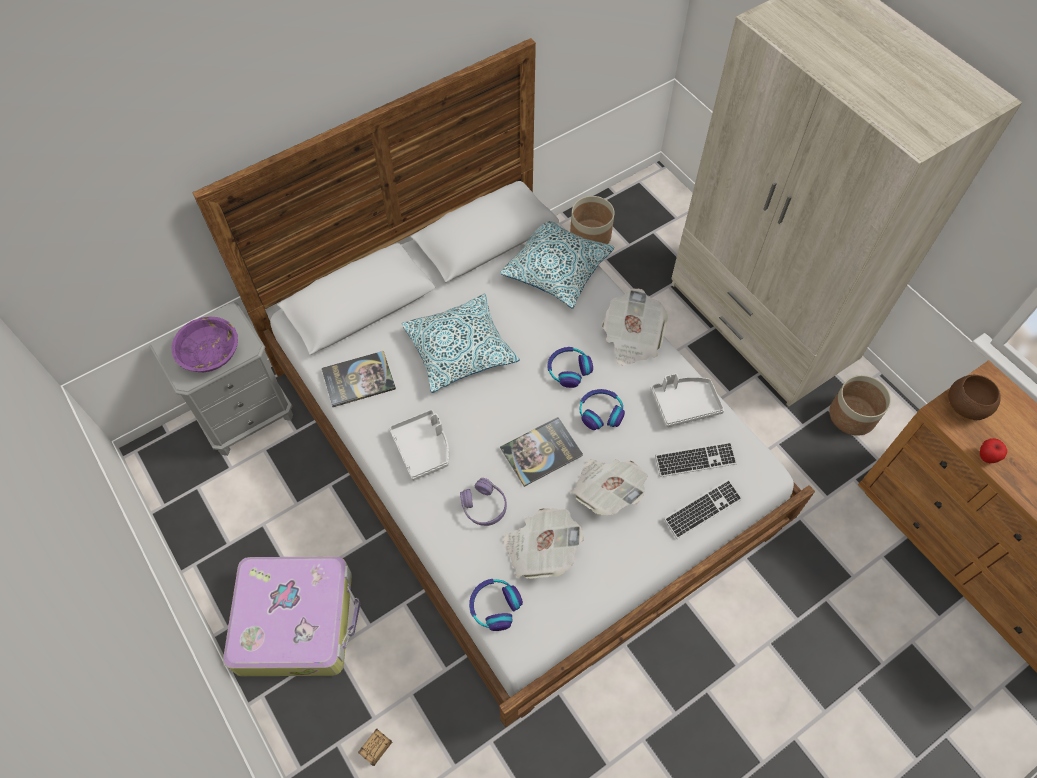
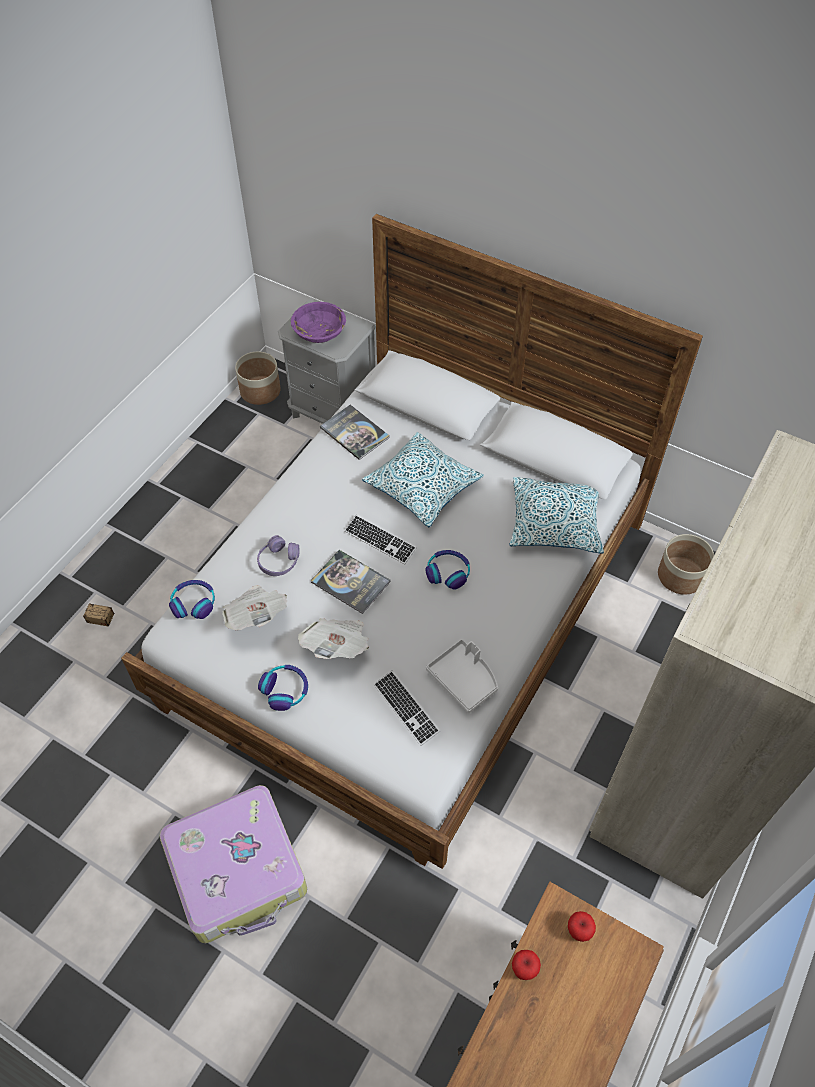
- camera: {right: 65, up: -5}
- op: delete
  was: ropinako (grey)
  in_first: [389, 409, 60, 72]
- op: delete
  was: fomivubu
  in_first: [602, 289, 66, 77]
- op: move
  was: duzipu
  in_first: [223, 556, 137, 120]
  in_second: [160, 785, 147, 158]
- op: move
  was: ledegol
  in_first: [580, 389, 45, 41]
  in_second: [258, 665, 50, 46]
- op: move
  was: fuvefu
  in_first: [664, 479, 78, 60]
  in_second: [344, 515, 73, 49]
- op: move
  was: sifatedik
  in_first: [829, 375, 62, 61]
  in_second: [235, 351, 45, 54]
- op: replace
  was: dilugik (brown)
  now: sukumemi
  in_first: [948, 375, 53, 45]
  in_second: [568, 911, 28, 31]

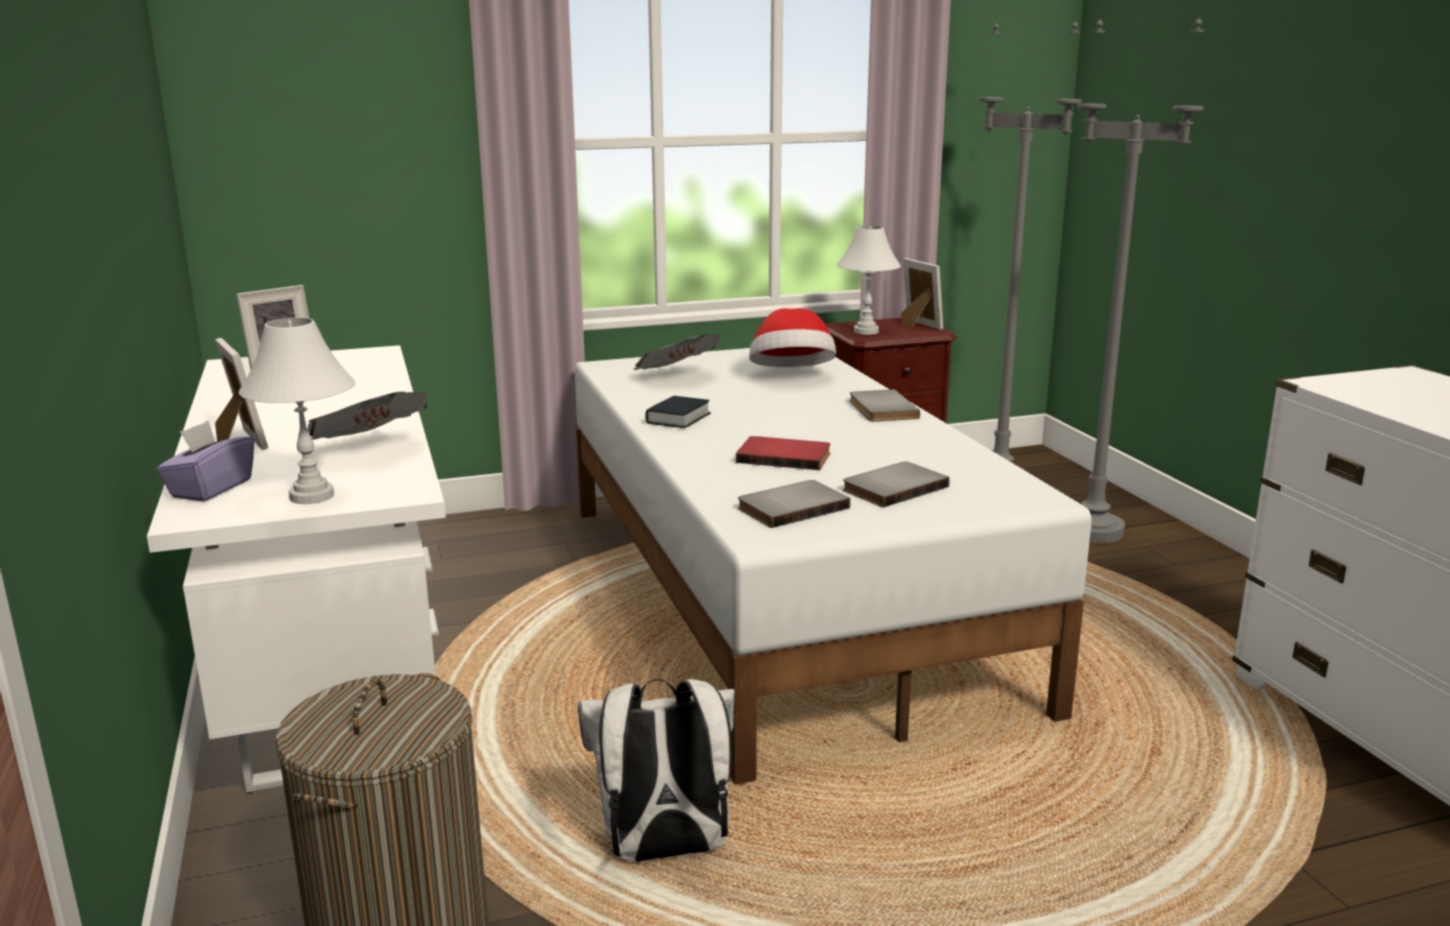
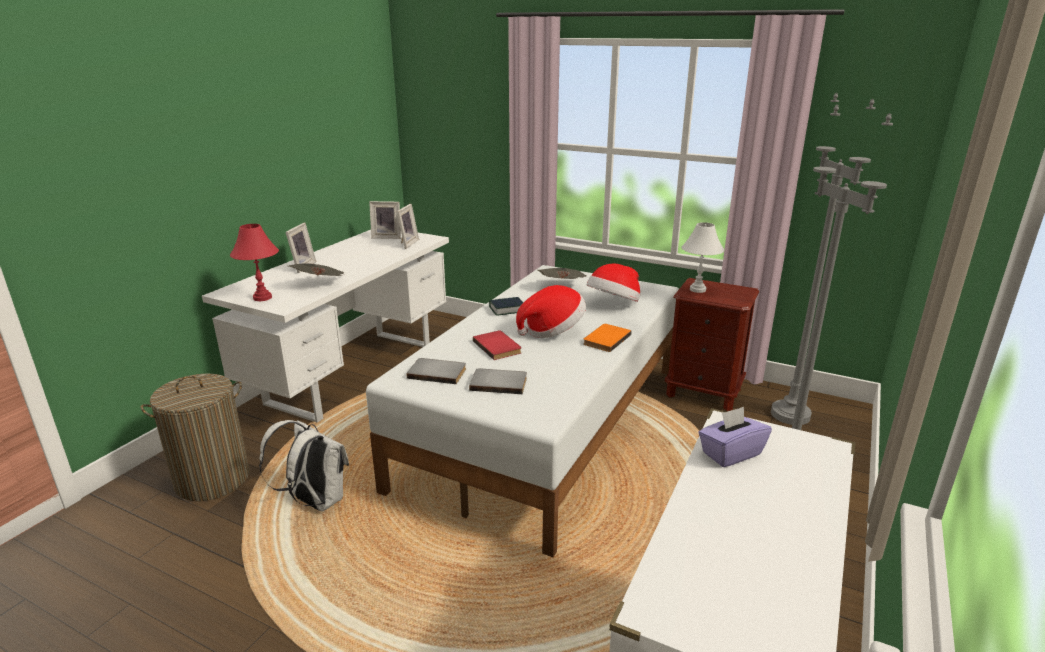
- camera: {right: 45, up: 5}
- op: insert
  now: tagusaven
  in_second: [516, 285, 70, 53]
- op: move
  was: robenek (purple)
  in_first: [156, 421, 98, 81]
  in_second: [698, 407, 74, 60]
- op: move
  was: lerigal
  in_first: [900, 258, 43, 72]
  in_second: [397, 204, 22, 45]
- op: recolor
  was: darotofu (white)
  now: darotofu (red)
  in_first: [239, 318, 116, 186]
  in_second: [230, 224, 49, 77]
- op: recolor
  was: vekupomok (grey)
  now: vekupomok (orange)
  in_first: [849, 389, 71, 33]
  in_second: [583, 324, 48, 28]

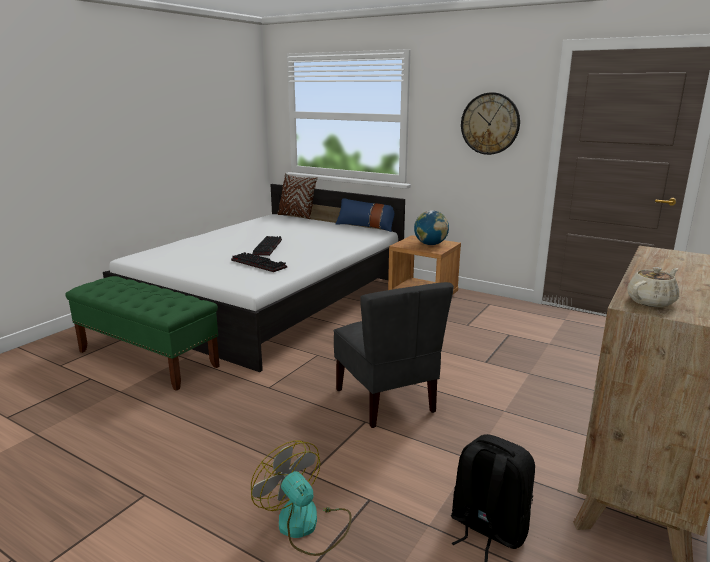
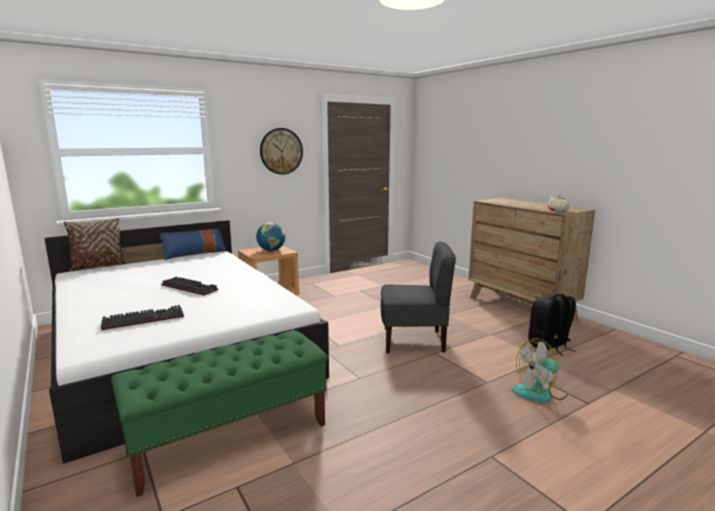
- camera: {right: -65, up: -5}
- op: move
  was: fuvefu
  in_first: [231, 252, 56, 20]
  in_second: [101, 305, 83, 25]

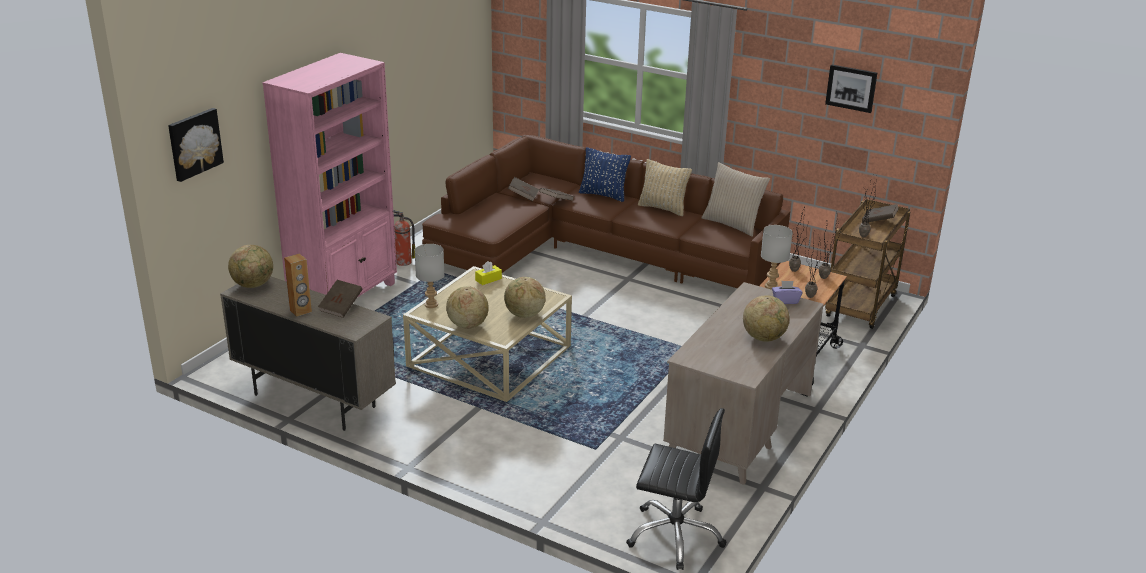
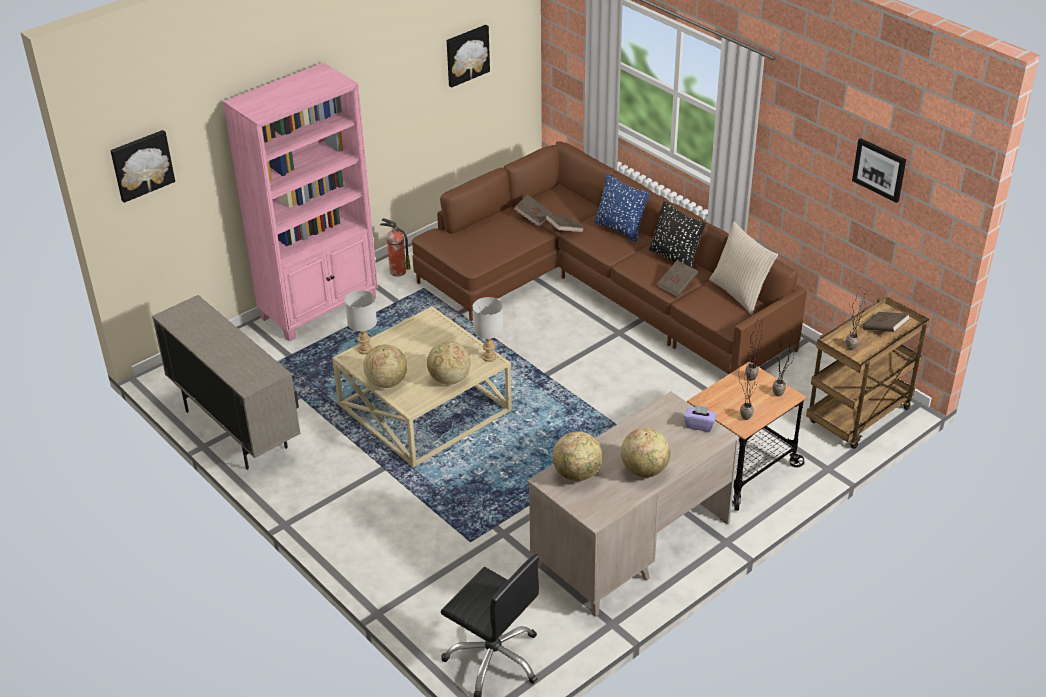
- camera: {right: 20, up: 10}
- op: delete
  was: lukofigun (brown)
  in_first: [284, 254, 28, 63]
- op: delete
  was: robenek (yellow)
  in_first: [475, 261, 27, 24]
- op: insert
  now: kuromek
  in_second: [447, 25, 43, 62]
- op: move
  was: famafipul
  in_first: [228, 245, 45, 43]
  in_second: [553, 431, 49, 50]
- op: move
  was: vekupomok (brown)
  in_first: [318, 280, 45, 38]
  in_second: [657, 260, 41, 37]
- op: move
  was: darotofu (grey)
  in_first: [761, 225, 32, 65]
  in_second: [473, 297, 30, 65]
- op: recolor
  was: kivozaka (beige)
  now: kivozaka (black)
  in_first: [638, 159, 54, 57]
  in_second: [649, 201, 57, 66]

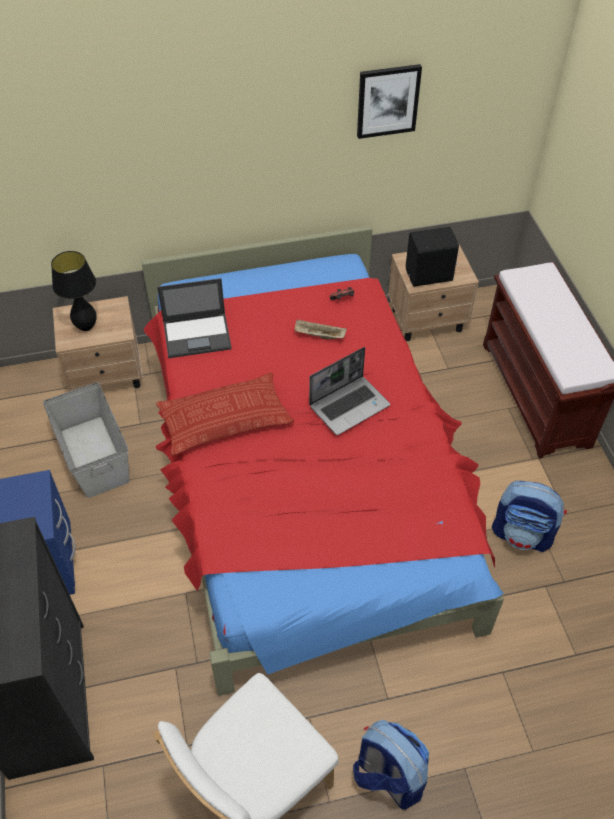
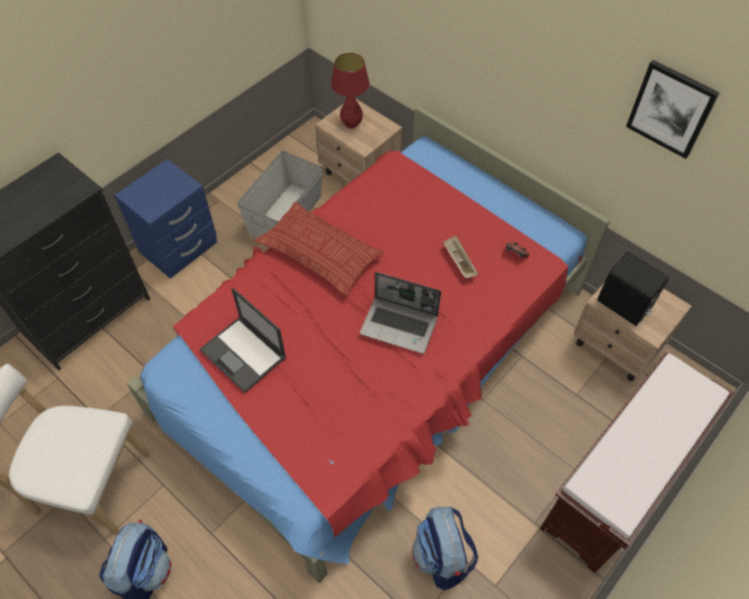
- camera: {right: 55, up: 5}
- op: move
  was: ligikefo
  in_first: [157, 278, 75, 80]
  in_second: [200, 287, 86, 106]
- op: recolor
  was: darotofu (black)
  now: darotofu (red)
  in_first: [51, 251, 46, 80]
  in_second: [331, 53, 39, 76]

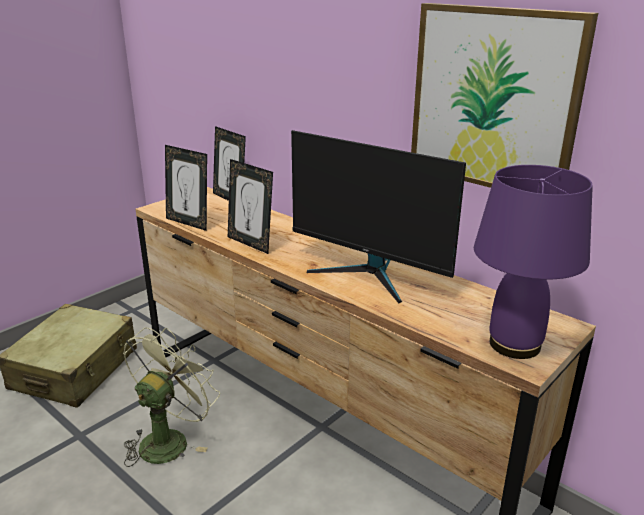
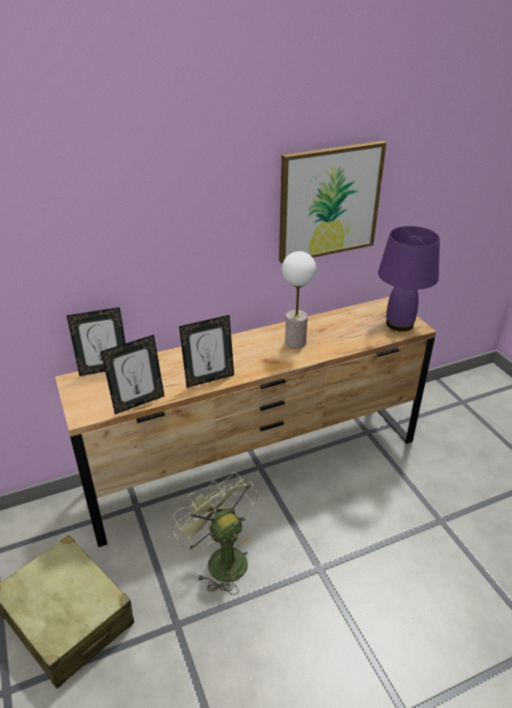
- camera: {right: -65, up: 10}
- op: replace
  was: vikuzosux
  now: darotofu
  in_first: [291, 130, 175, 173]
  in_second: [282, 251, 34, 98]

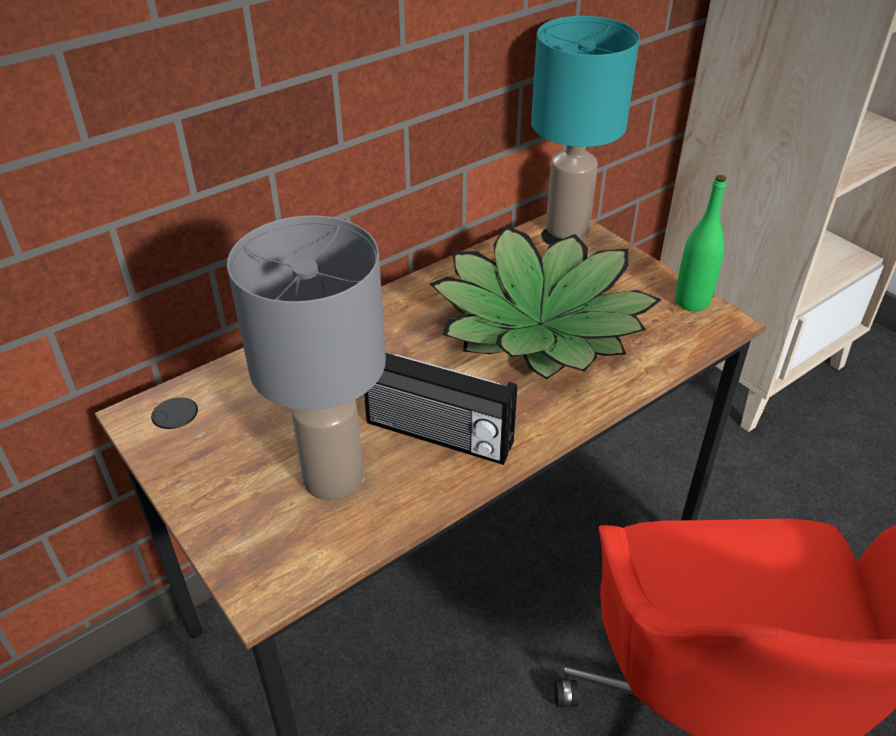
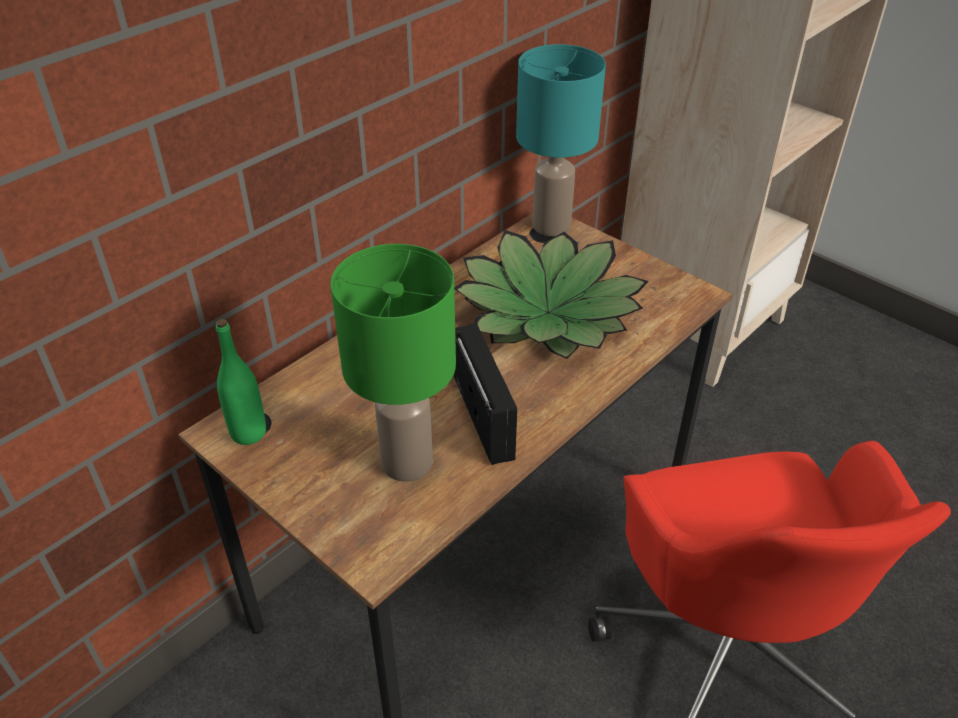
- camera: {right: -10, up: 0}
- op: move
  was: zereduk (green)
  in_first: [675, 175, 52, 136]
  in_second: [216, 319, 50, 126]
- op: recolor
  was: darotofu (grey)
  now: darotofu (green)
  in_first: [227, 216, 159, 284]
  in_second: [330, 244, 126, 238]
- op: rotate
  was: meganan
  in_first: [364, 353, 153, 112]
  in_second: [454, 323, 63, 142]
  clockwise: -120

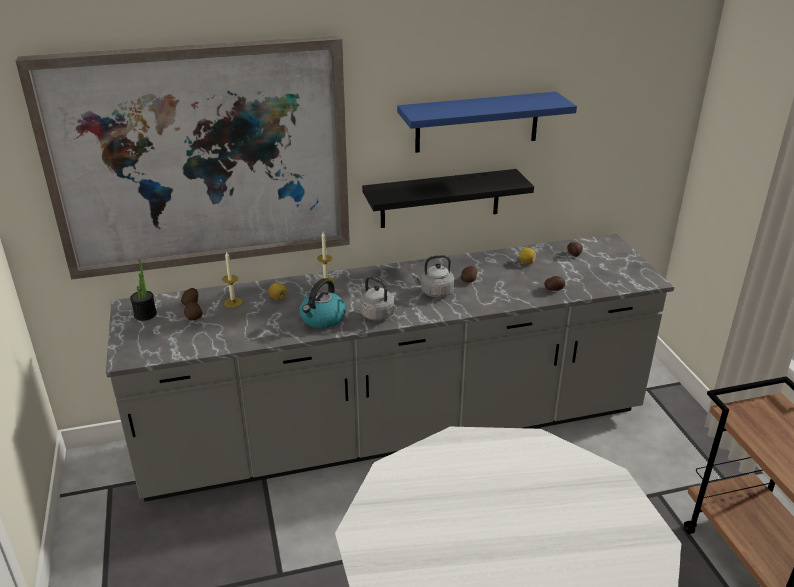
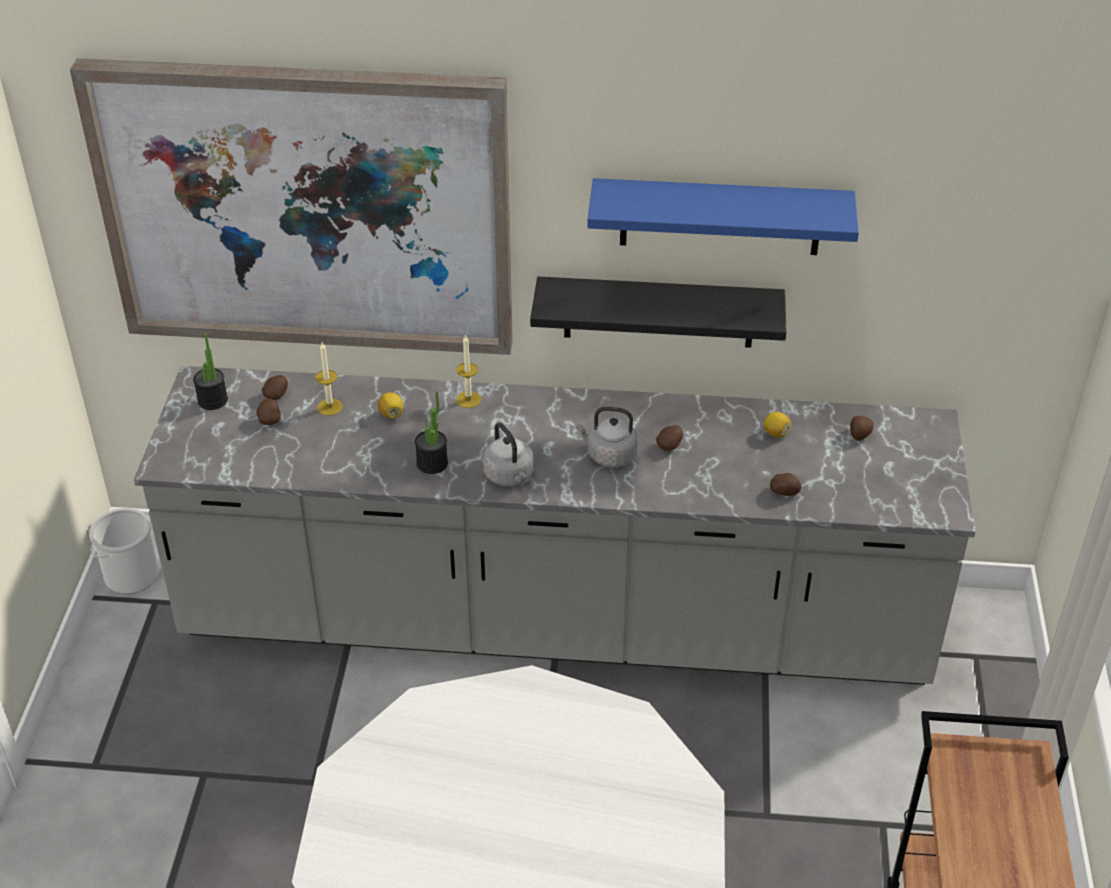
- camera: {right: 20, up: 10}
- op: insert
  now: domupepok
  in_second: [89, 508, 70, 86]
- op: replace
  was: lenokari
  now: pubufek
  in_first: [300, 278, 46, 51]
  in_second: [415, 391, 33, 83]

